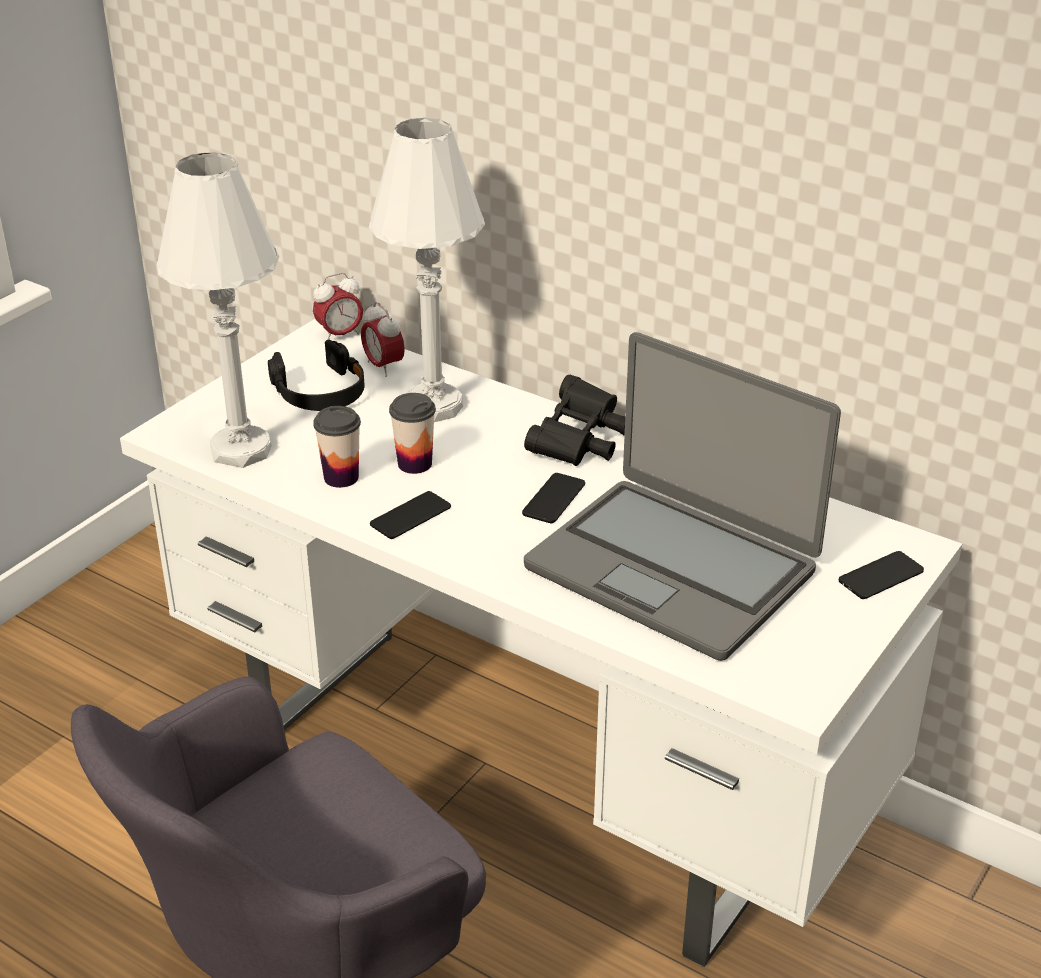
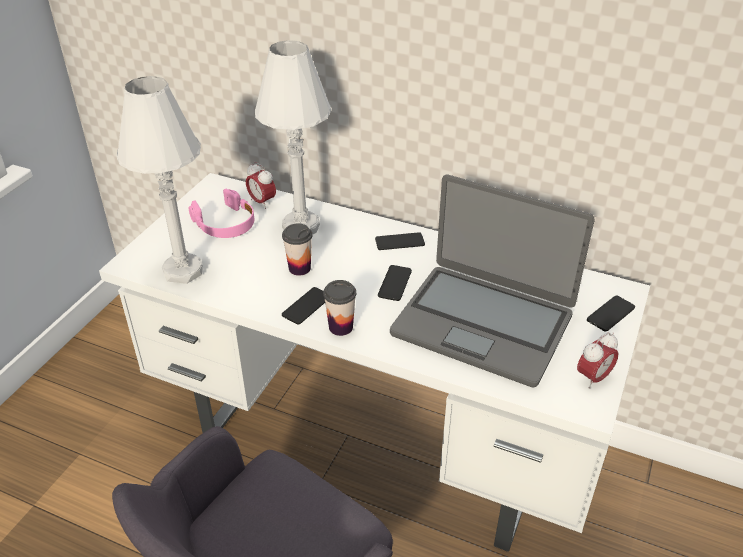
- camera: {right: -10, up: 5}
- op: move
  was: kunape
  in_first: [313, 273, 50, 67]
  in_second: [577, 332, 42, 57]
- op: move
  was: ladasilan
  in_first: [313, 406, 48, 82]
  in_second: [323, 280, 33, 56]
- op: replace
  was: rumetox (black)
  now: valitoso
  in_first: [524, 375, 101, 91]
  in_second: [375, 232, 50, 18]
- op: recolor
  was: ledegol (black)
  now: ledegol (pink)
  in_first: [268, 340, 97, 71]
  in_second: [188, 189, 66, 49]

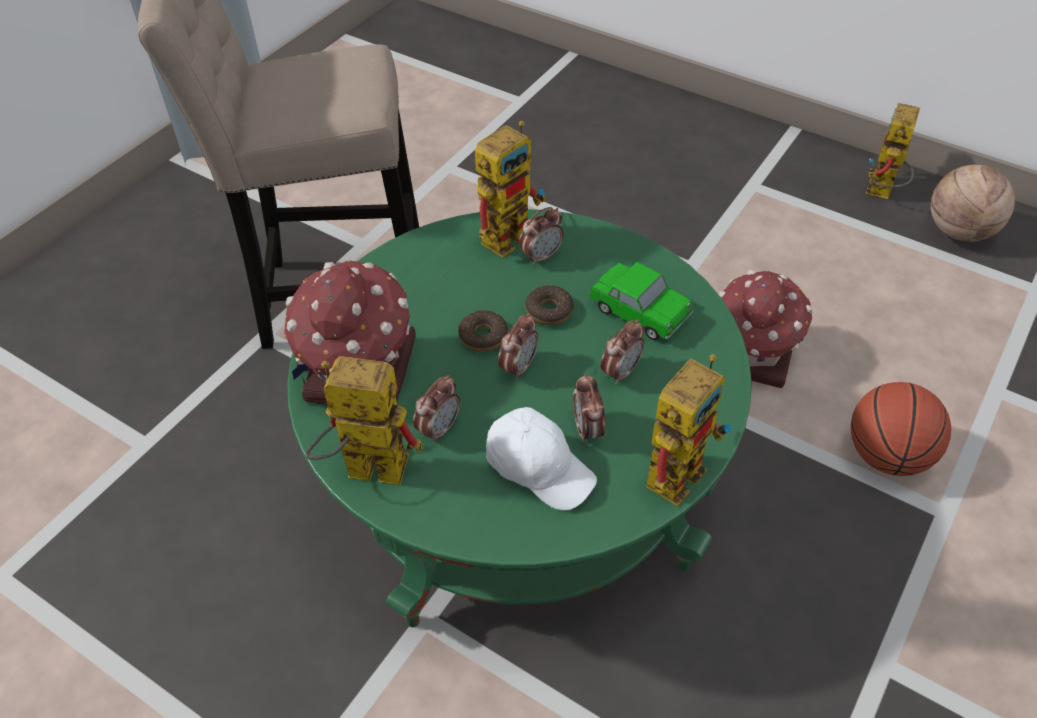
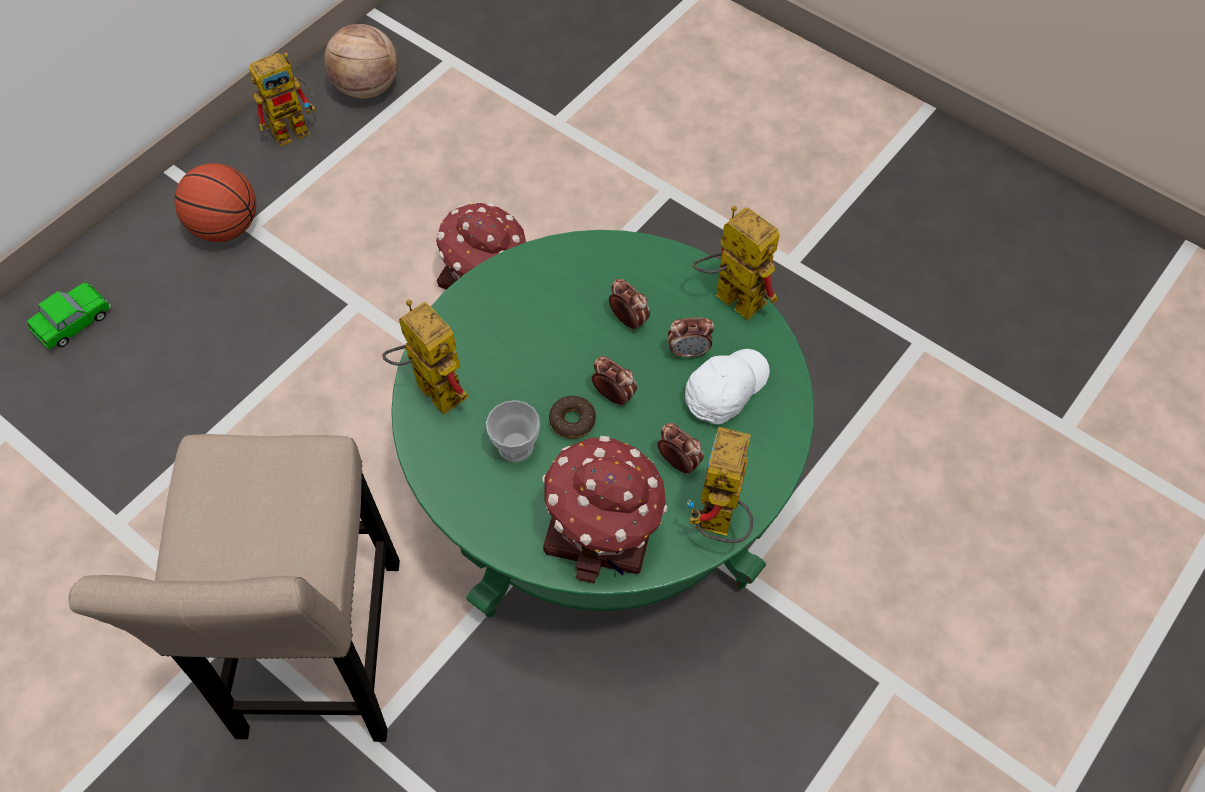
- camera: {right: -85, up: 10}
- op: delete
  was: kunape
  in_first: [519, 207, 45, 59]
- op: delete
  was: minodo
  in_first: [525, 285, 49, 40]
- op: insert
  now: ladasilan
  in_second: [486, 400, 54, 62]
- op: move
  was: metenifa
  in_first: [589, 262, 104, 78]
  in_second: [27, 282, 84, 67]
- op: move
  was: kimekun
  in_first: [851, 382, 100, 94]
  in_second: [175, 163, 81, 79]
- op: rotate
  was: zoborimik
  in_first: [865, 103, 55, 96]
  in_second: [249, 53, 67, 93]
  clockwise: -60

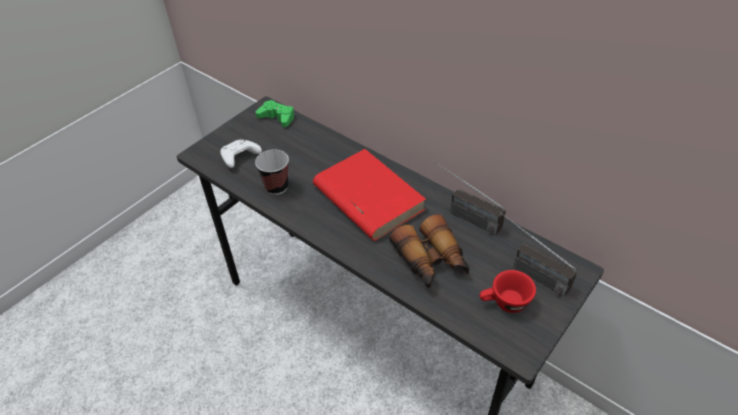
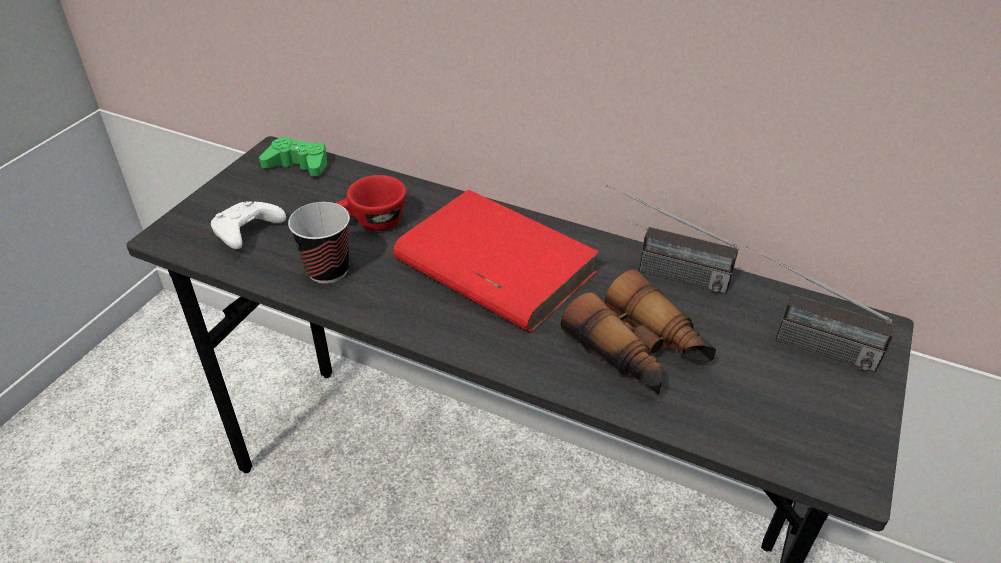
- camera: {right: -15, up: -5}
- op: move
  was: ladasilan (red)
  in_first: [480, 270, 56, 43]
  in_second: [336, 175, 70, 56]

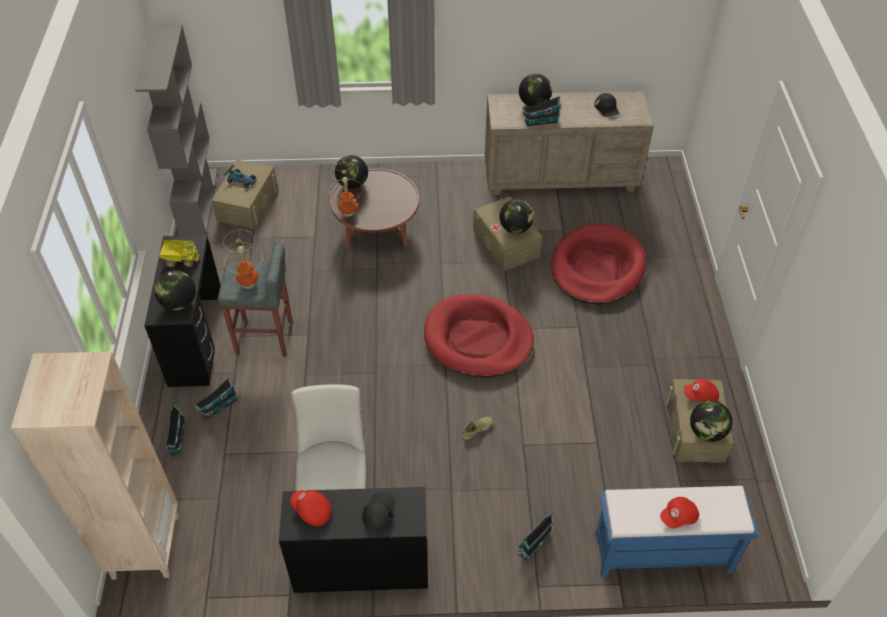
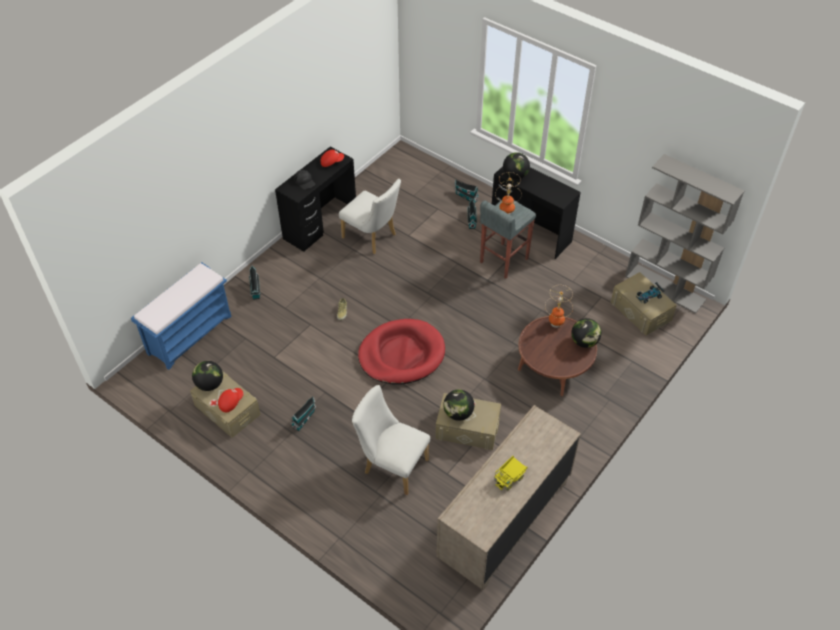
- camera: {right: 130, up: 0}
- op: delete
  was: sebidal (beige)
  in_first: [11, 351, 168, 229]
- op: delete
  was: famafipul
  in_first: [519, 74, 33, 32]
- op: delete
  was: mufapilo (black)
  in_first: [594, 93, 25, 24]
- op: delete
  was: mufapilo (red)
  in_first: [660, 497, 39, 31]
- op: move
  was: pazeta
  in_first: [158, 240, 41, 27]
  in_second: [494, 456, 33, 35]
- op: move
  was: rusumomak
  in_first: [522, 96, 39, 30]
  in_second: [290, 396, 26, 35]
- op: replace
  was: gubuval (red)
  now: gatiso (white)
  in_first: [551, 224, 95, 80]
  in_second: [352, 385, 78, 110]

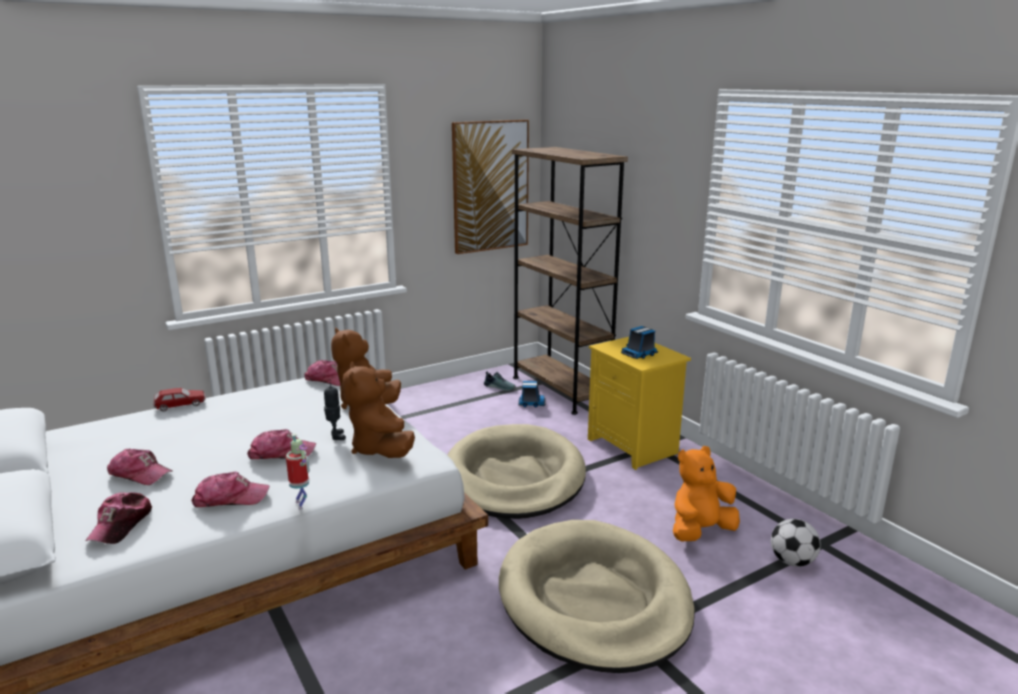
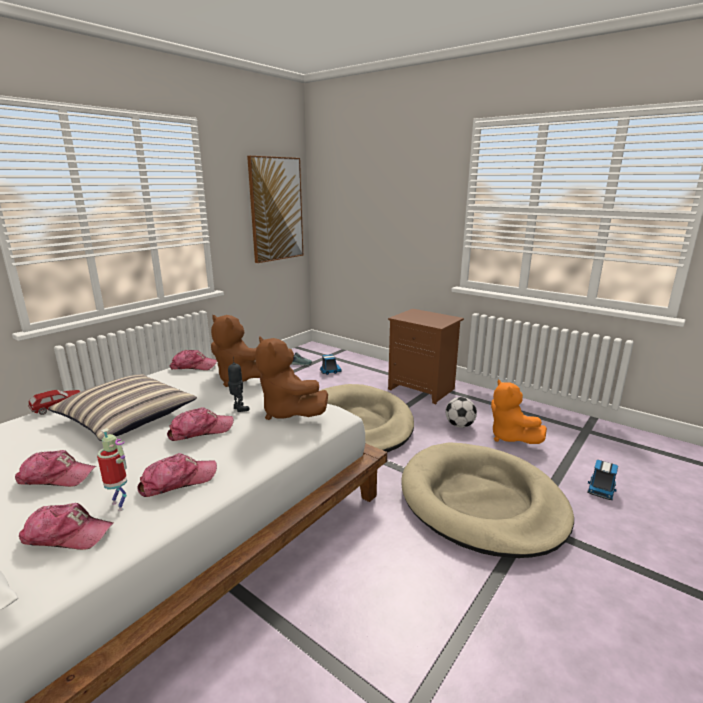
- camera: {right: -20, up: 0}
- op: delete
  was: sebidal (brown)
  in_first: [512, 147, 116, 268]
- op: insert
  now: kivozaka
  in_second: [48, 374, 149, 67]
- op: move
  was: zoborimik
  in_first: [286, 433, 24, 77]
  in_second: [97, 428, 30, 83]
- op: move
  was: pazeta
  in_first: [621, 326, 37, 33]
  in_second: [587, 460, 31, 40]
- op: move
  was: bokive
  in_first: [771, 519, 50, 48]
  in_second: [446, 397, 31, 31]
- op: recolor
  was: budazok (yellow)
  now: budazok (brown)
  in_first: [588, 337, 103, 133]
  in_second: [388, 309, 76, 95]
- op: rotate
  was: mufapilo
  in_first: [85, 492, 67, 52]
  in_second: [19, 503, 94, 47]
  clockwise: -75
- op: rotate
  was: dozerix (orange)
  in_first: [673, 446, 67, 95]
  in_second: [491, 379, 56, 65]
  clockwise: -60

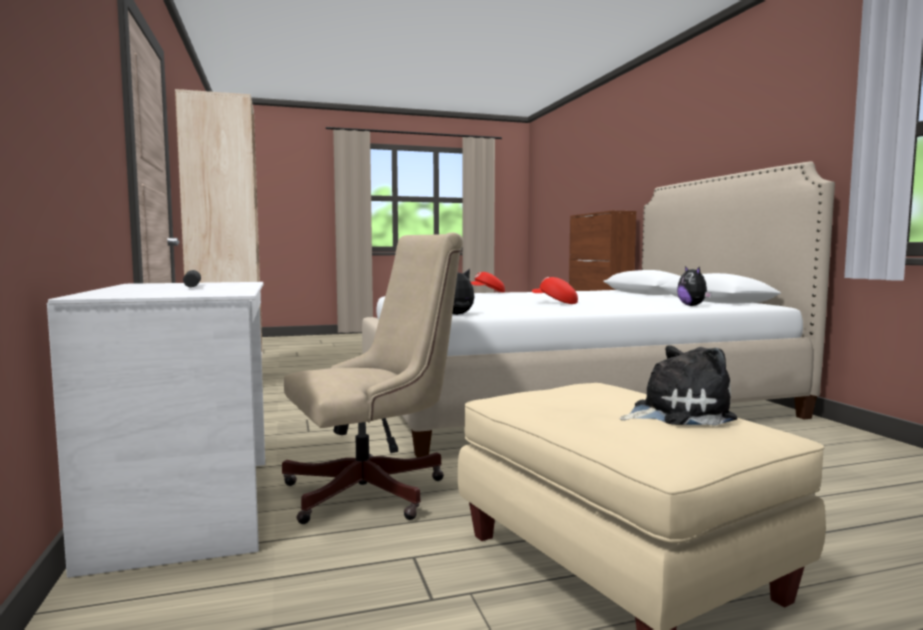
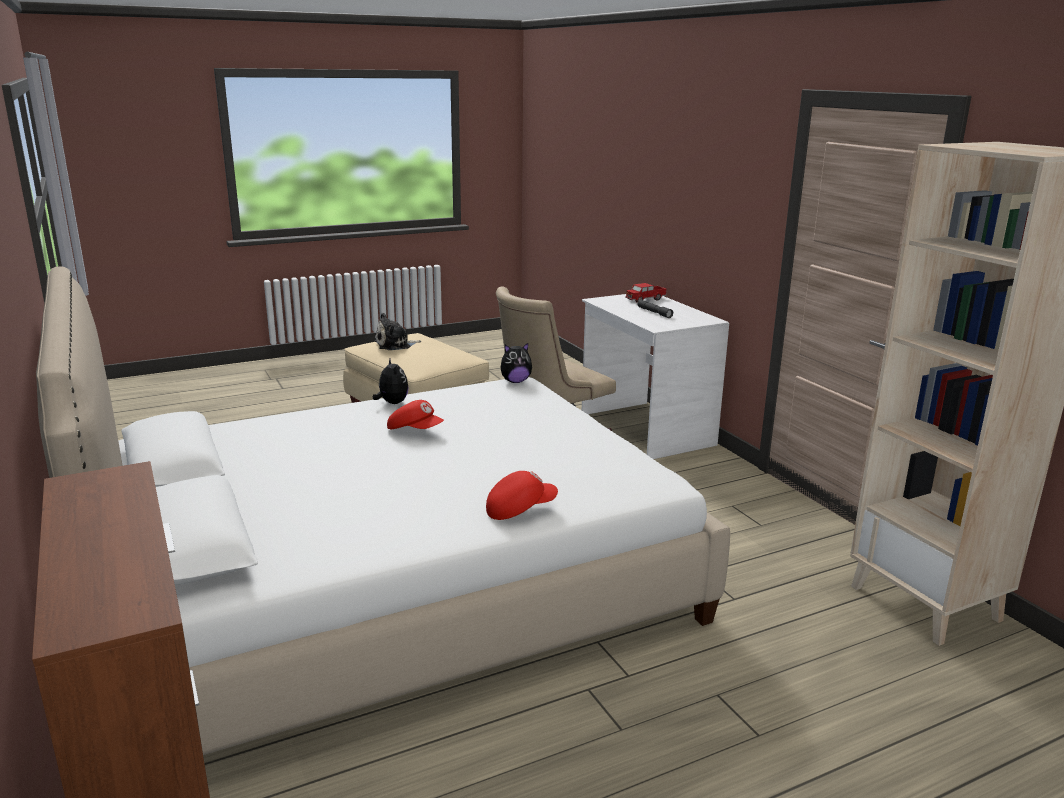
- camera: {right: 170, up: 15}
- op: insert
  now: pazeta
  in_second: [625, 283, 42, 20]
- op: move
  was: dozerix
  in_first: [677, 266, 35, 40]
  in_second: [373, 359, 36, 45]

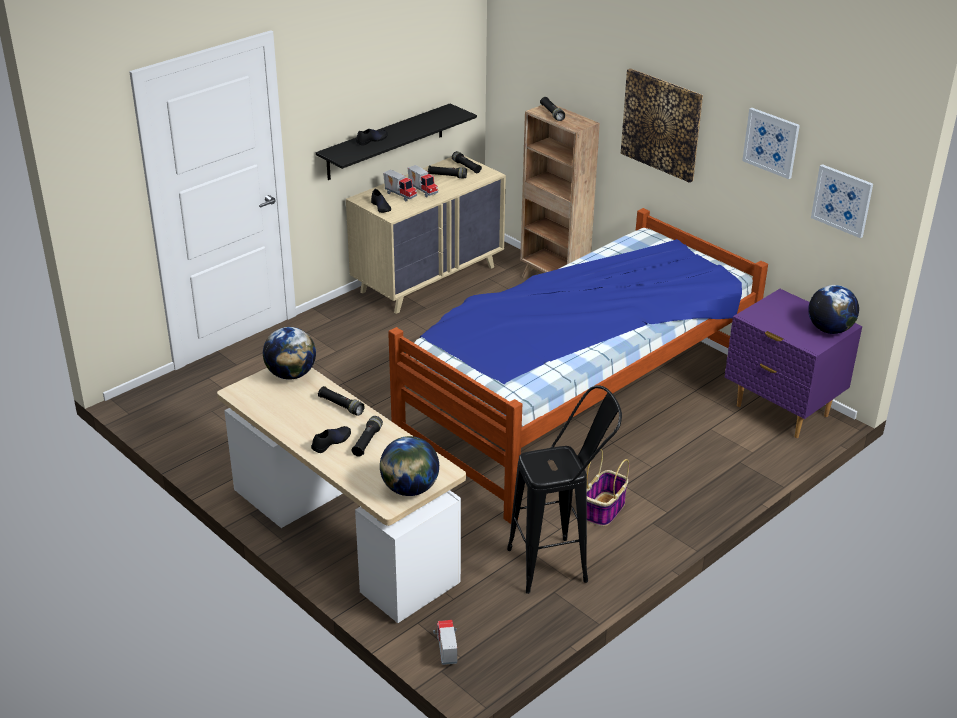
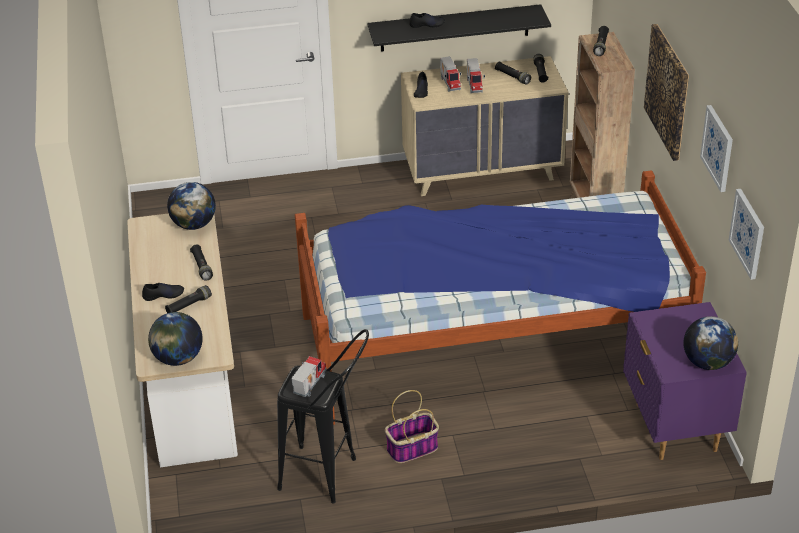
- camera: {right: 35, up: 5}
- op: move
  was: pazeta
  in_first: [433, 620, 24, 45]
  in_second: [291, 356, 36, 41]

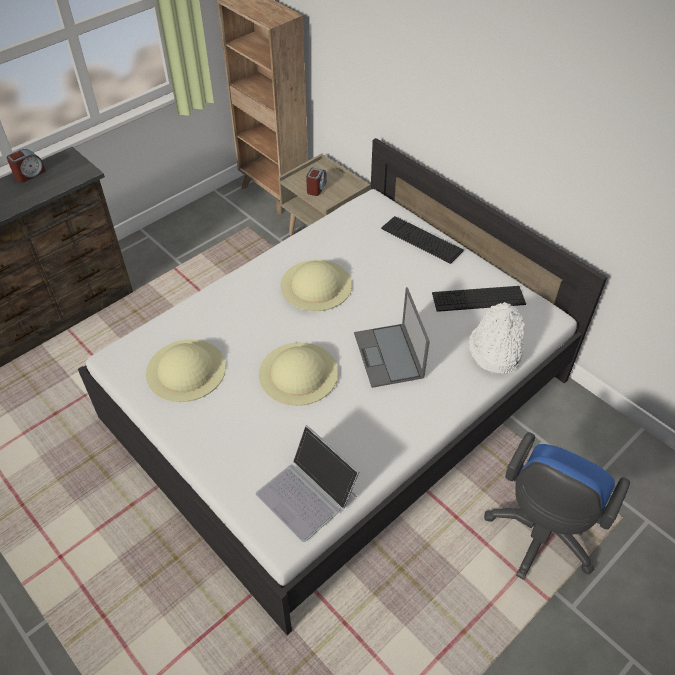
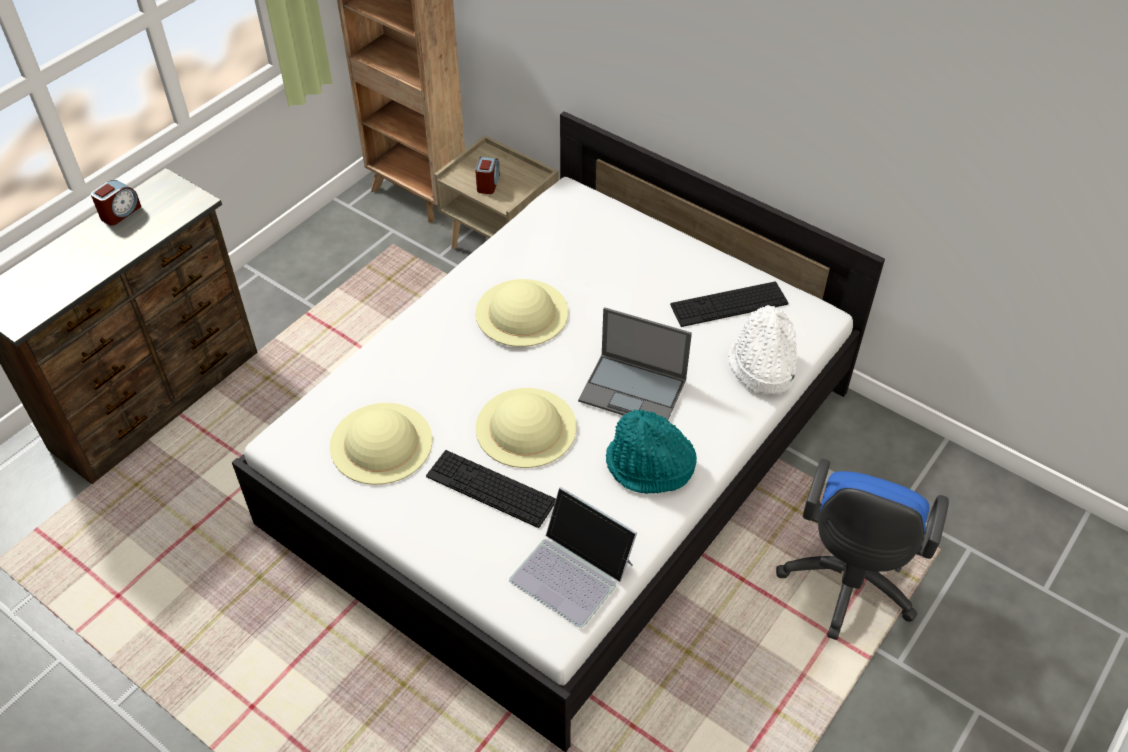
- camera: {right: -10, up: 0}
- op: insert
  now: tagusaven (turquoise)
  in_second: [606, 409, 91, 85]
- op: move
  was: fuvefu
  in_first: [381, 216, 83, 48]
  in_second: [426, 450, 130, 78]
- op: rotate
  was: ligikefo
  in_first: [354, 287, 76, 101]
  in_second: [578, 307, 114, 114]
  clockwise: -45

